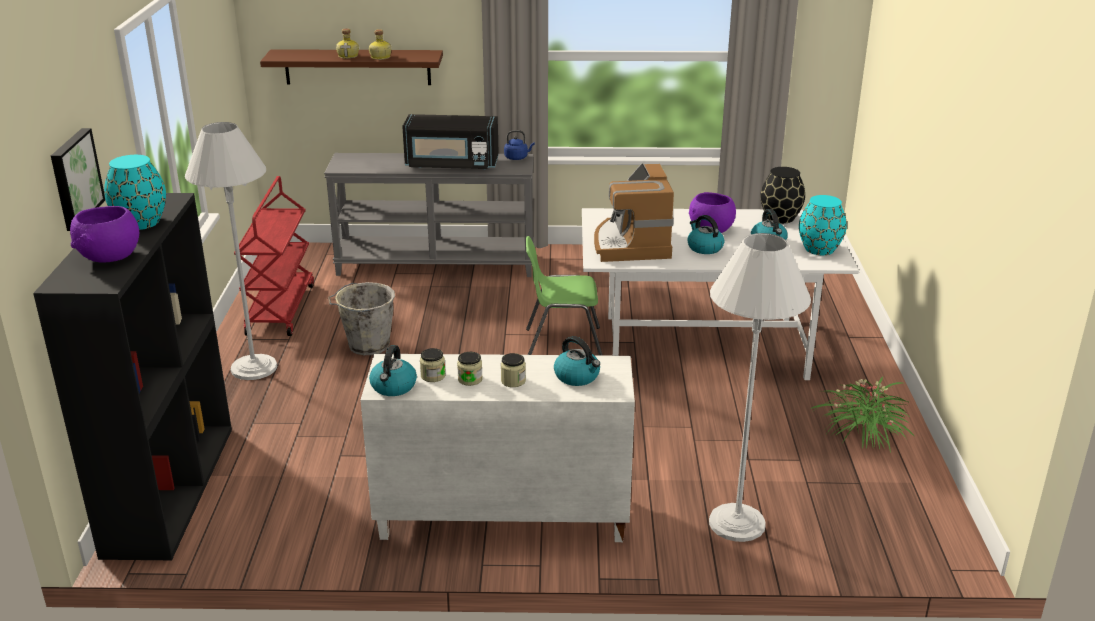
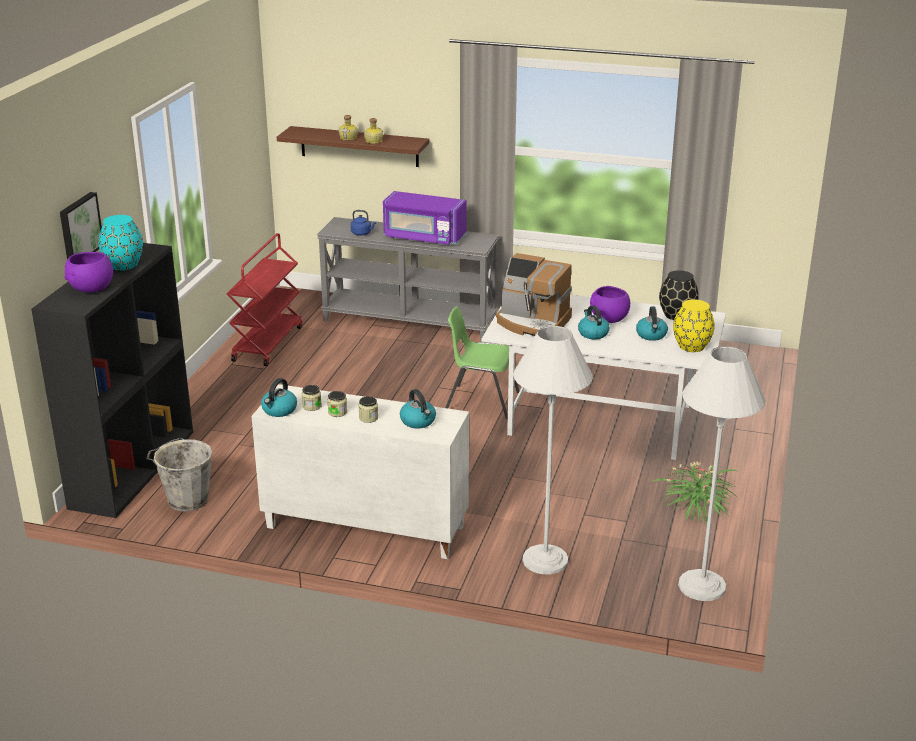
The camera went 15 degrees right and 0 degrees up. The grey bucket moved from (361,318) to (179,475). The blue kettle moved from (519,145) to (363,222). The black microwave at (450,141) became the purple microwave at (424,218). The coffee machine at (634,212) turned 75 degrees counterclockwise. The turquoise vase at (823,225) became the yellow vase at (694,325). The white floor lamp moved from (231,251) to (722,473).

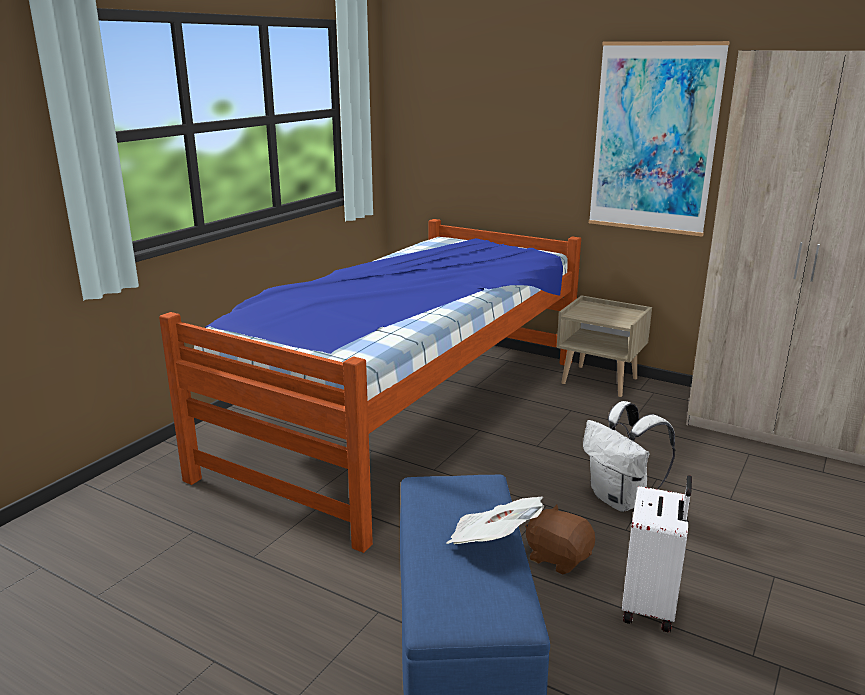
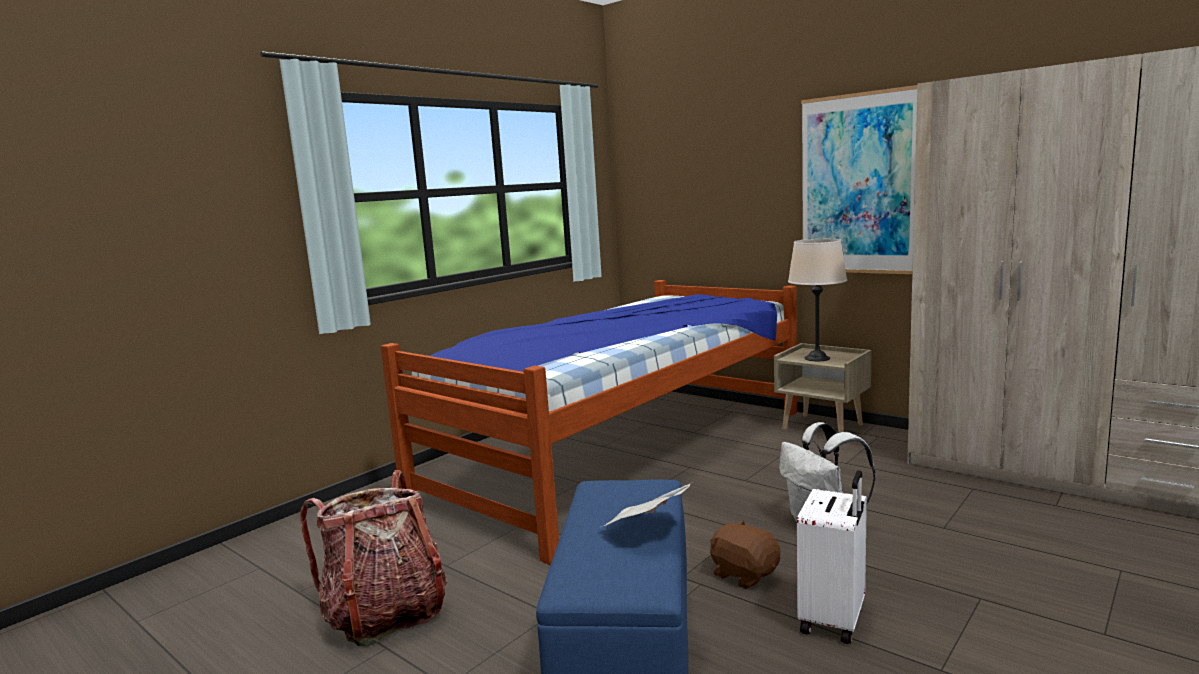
The camera went 10 degrees right and 10 degrees down. The backpack at (374,558) appeared. The beige table lamp at (817,300) appeared.

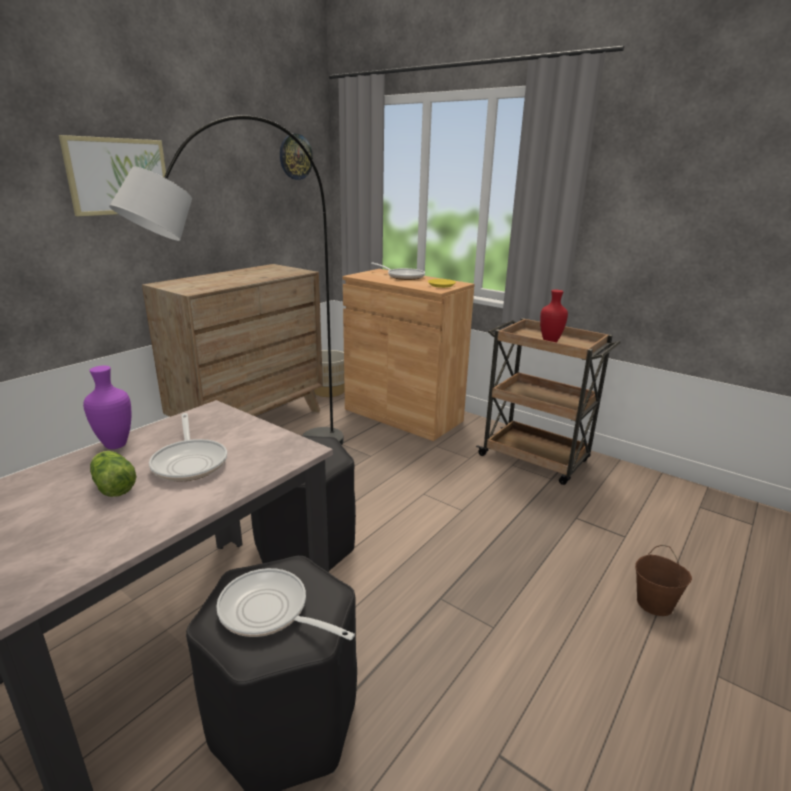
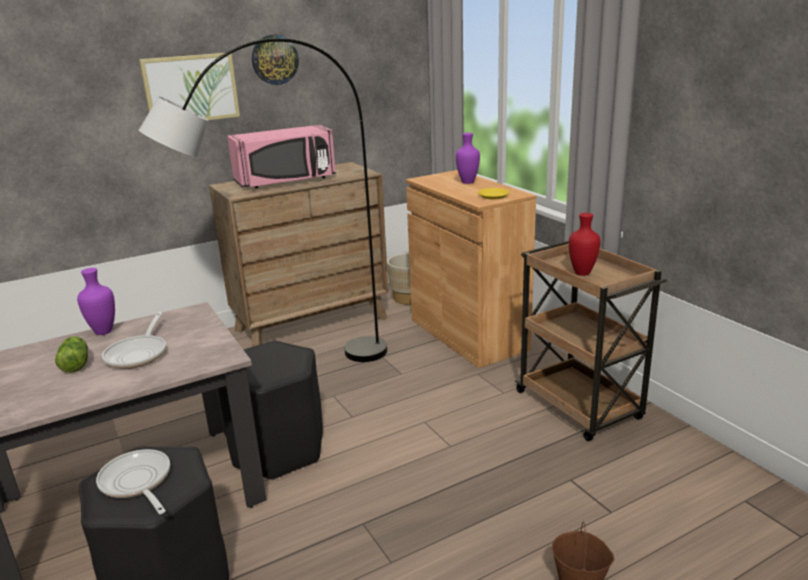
The camera went 25 degrees right and 0 degrees up. The pink microwave at (281,156) appeared. The wall clock moved from (296,157) to (275,59). The frying pan at (398,271) was replaced by the purple vase at (468,158).

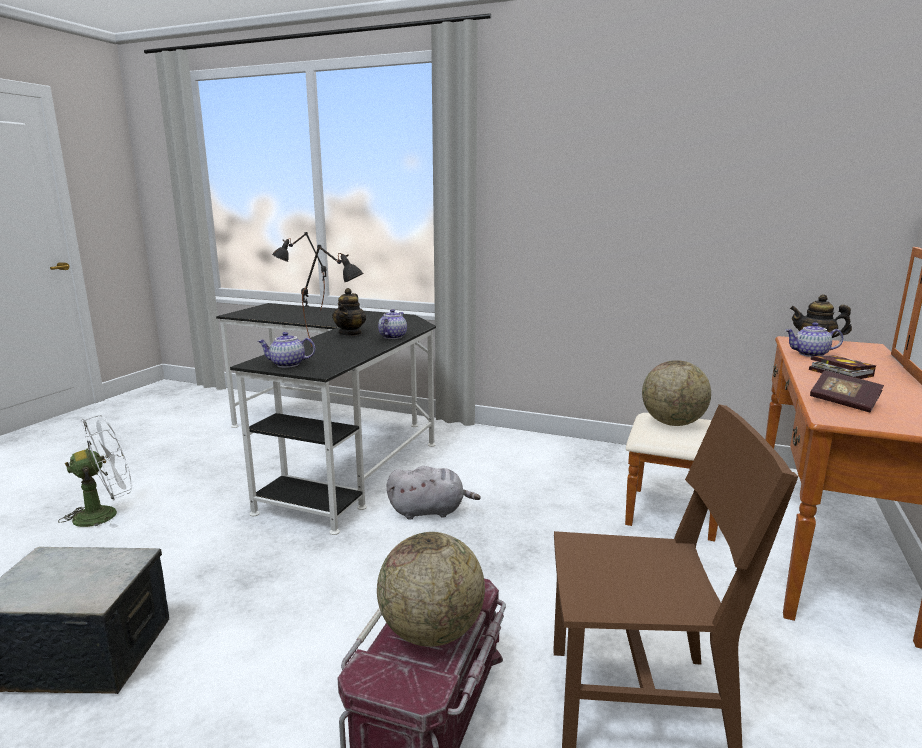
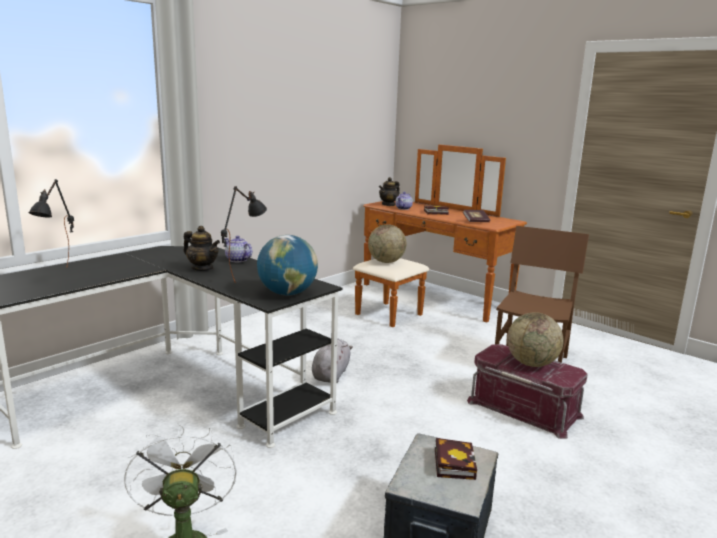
The camera went 70 degrees left and 0 degrees up. The teapot at (286,350) was replaced by the globe at (287,265). The book at (456,459) appeared.

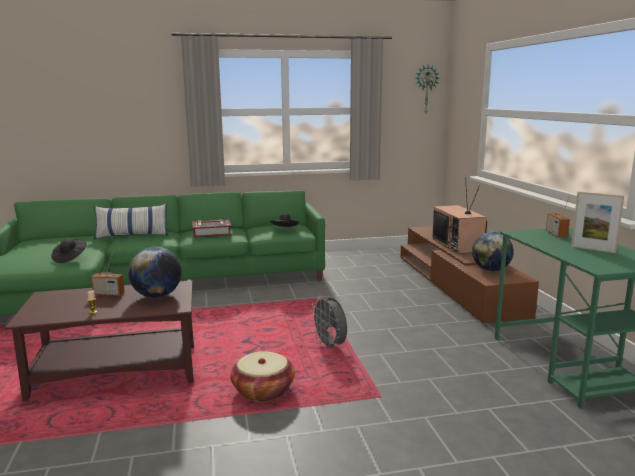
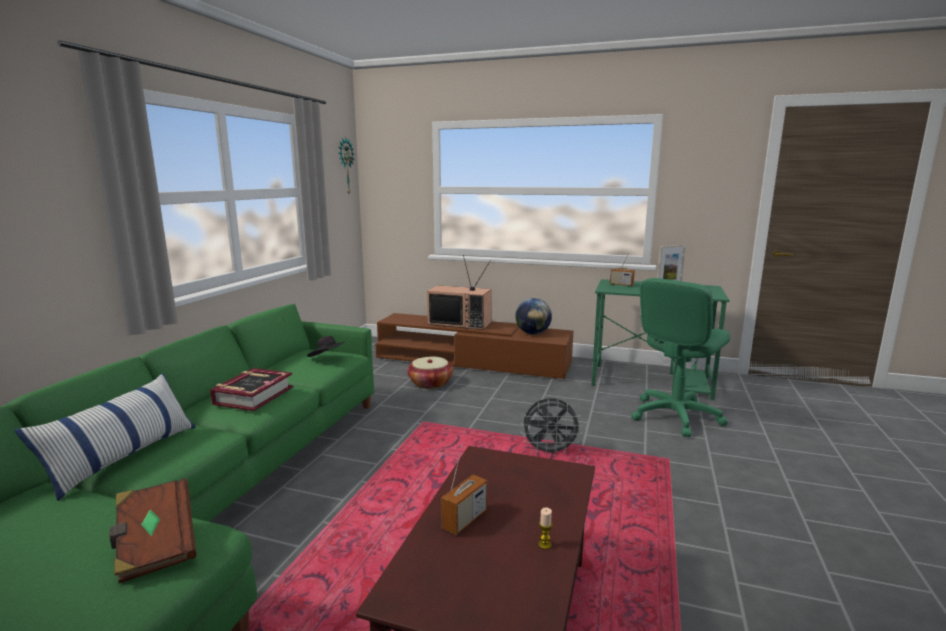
The camera went 60 degrees left and 0 degrees up. The black hat at (69,250) was replaced by the brown book at (152,530). The basket moved from (262,376) to (430,373). The green office chair at (680,357) appeared. The globe at (155,272) disappeared.

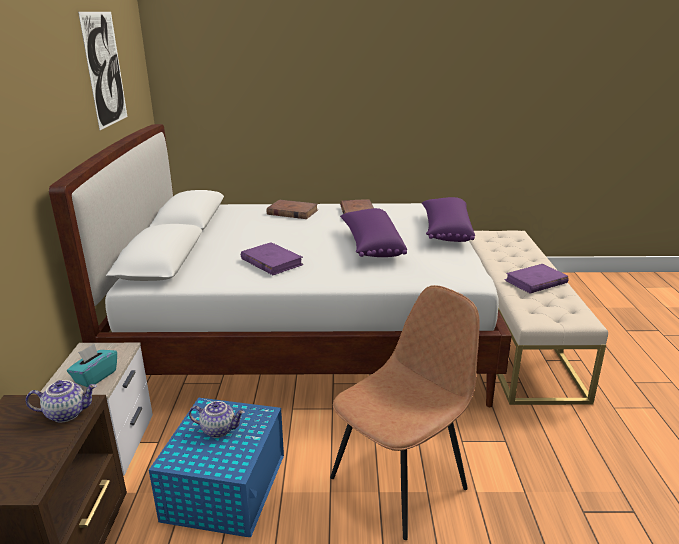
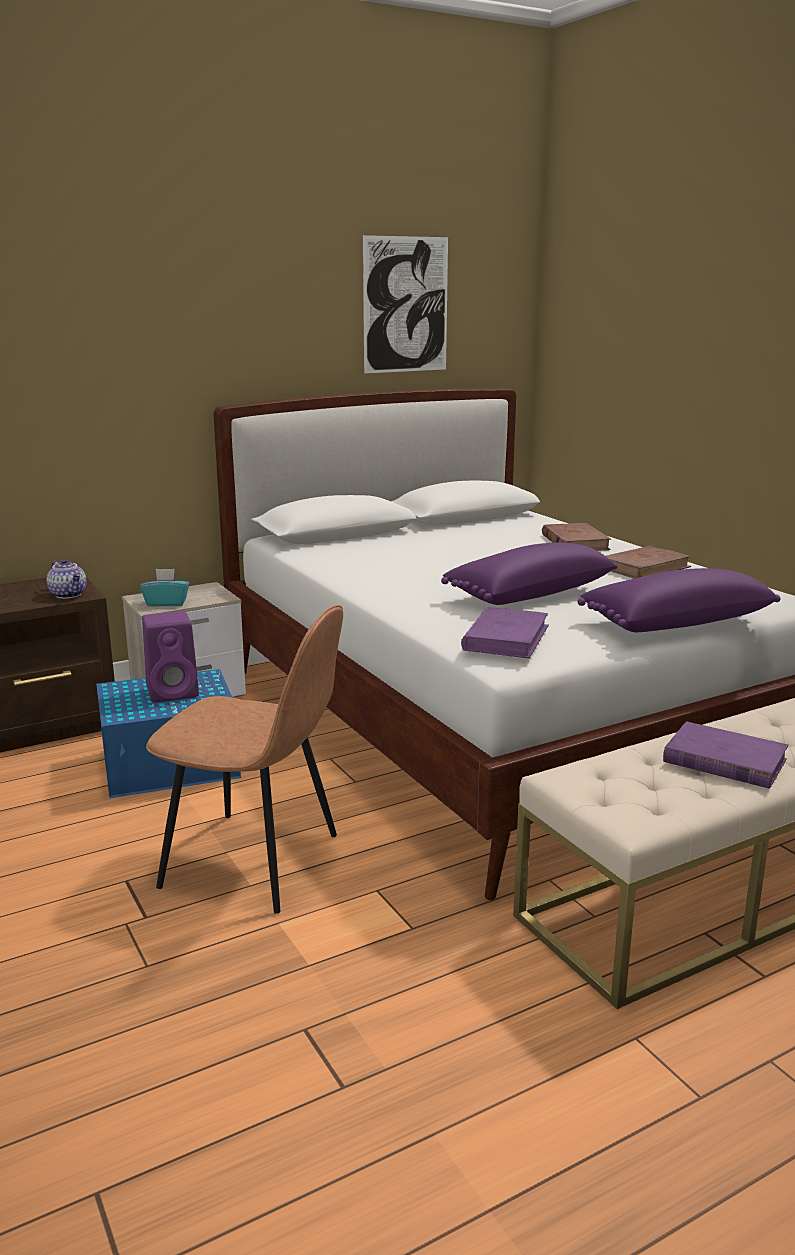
The camera went 60 degrees right and 5 degrees down. The teapot at (217,419) was replaced by the purple speaker at (170,657). The purple book moved from (272,258) to (505,632).

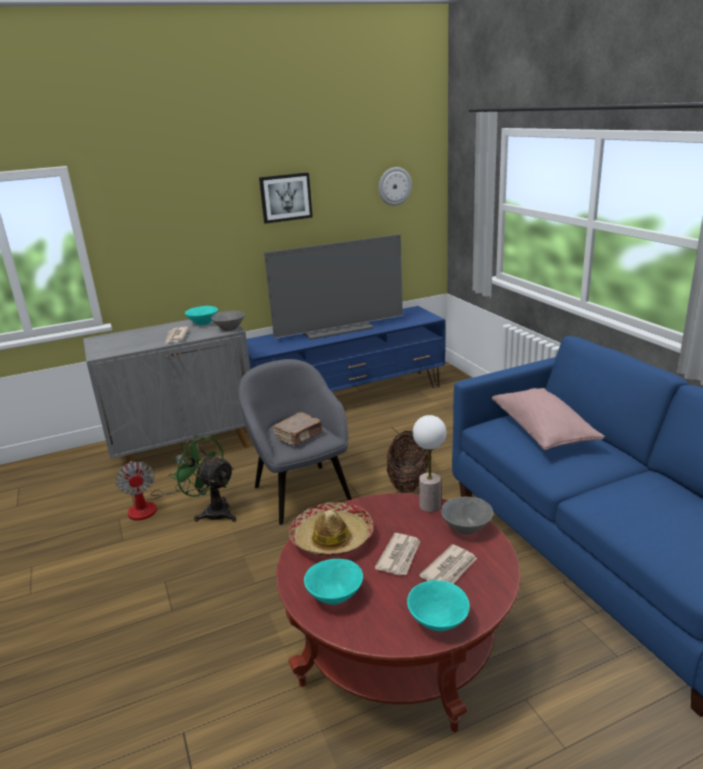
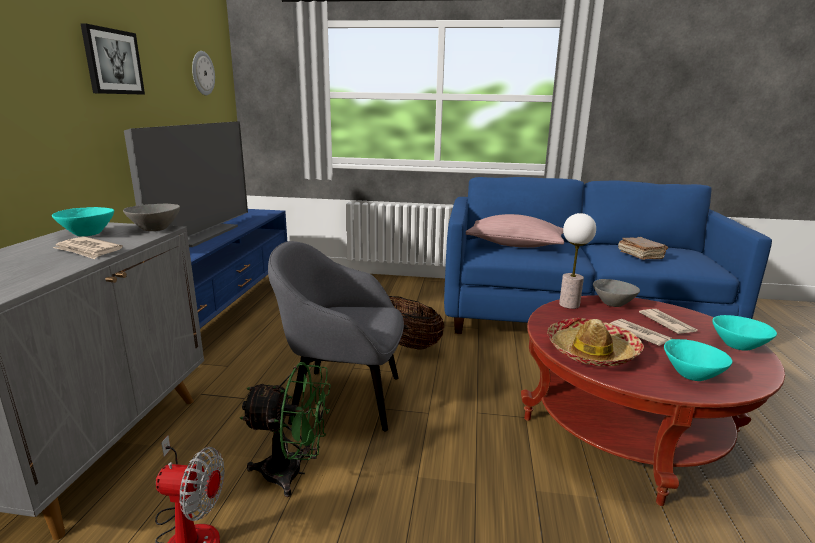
The camera went 60 degrees left and 5 degrees down. The green fan at (202,478) turned 150 degrees counterclockwise. The brown book moved from (298,429) to (643,248).

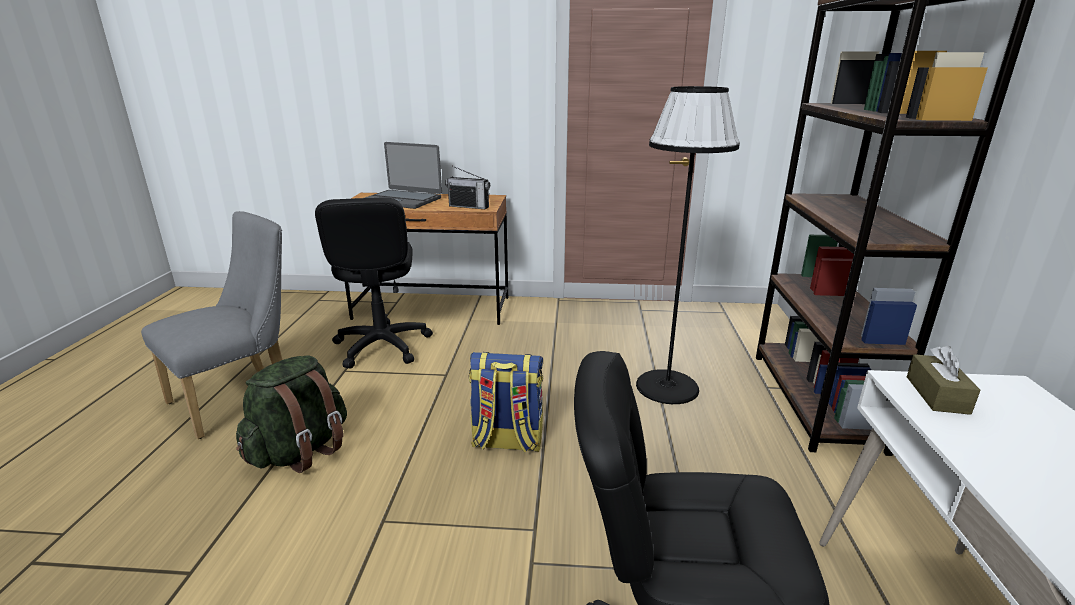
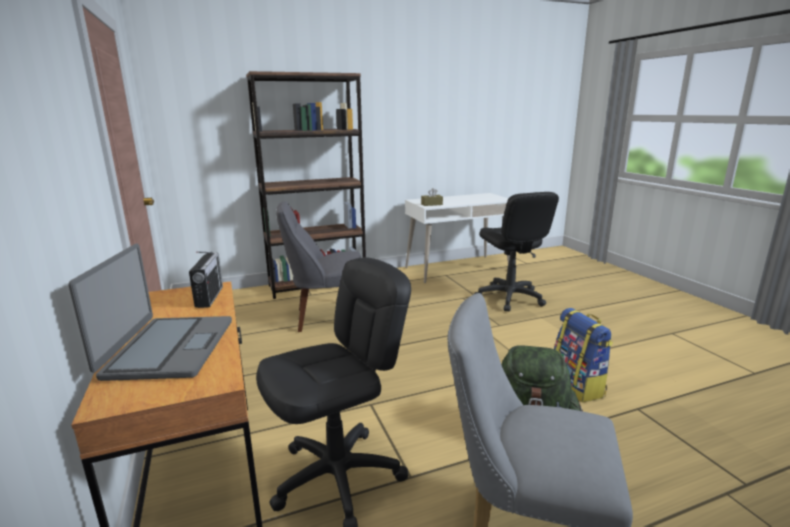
The camera went 115 degrees left and 5 degrees down. The black floor lamp at (688,245) was replaced by the grey chair at (318,266). The backpack moved from (506,402) to (583,355).

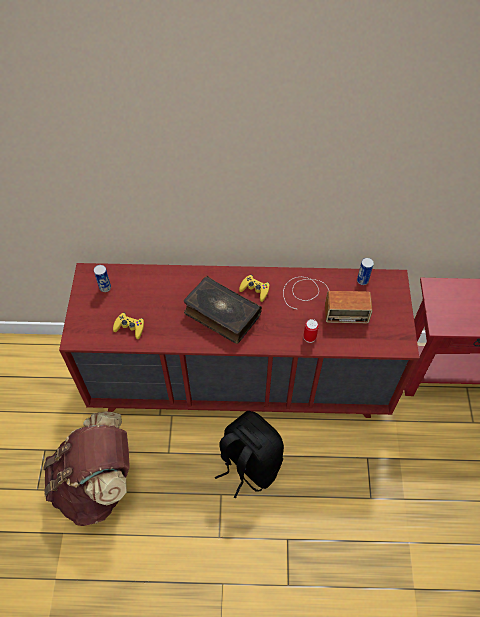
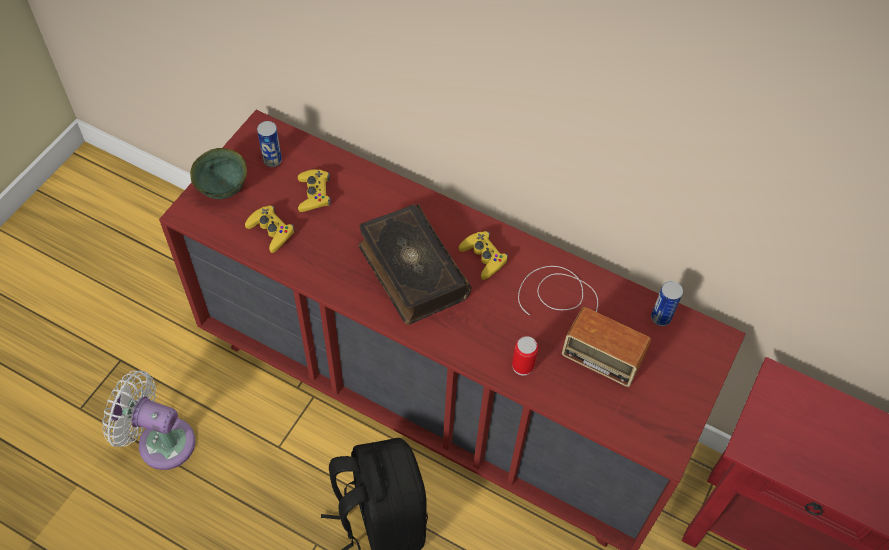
The camera went 25 degrees right and 0 degrees up. The brown backpack at (86,469) was replaced by the white fan at (148,420). The green bowl at (218,173) appeared. The yellow game controller at (314,190) appeared.

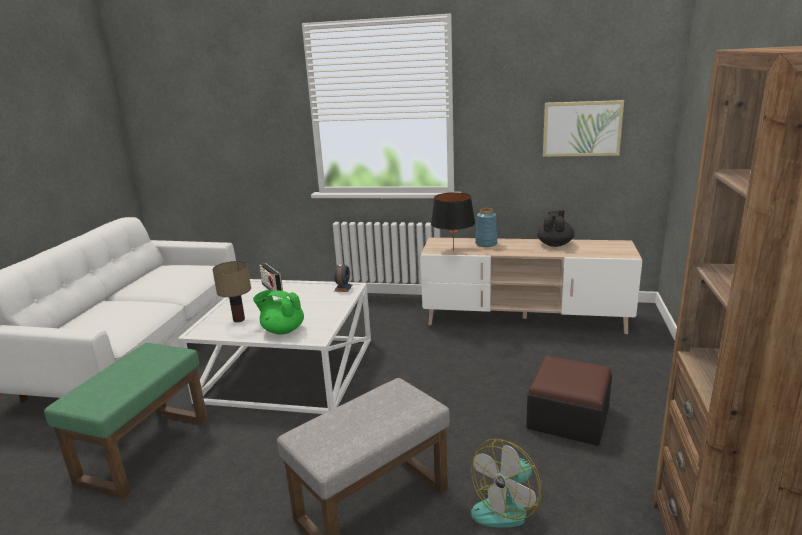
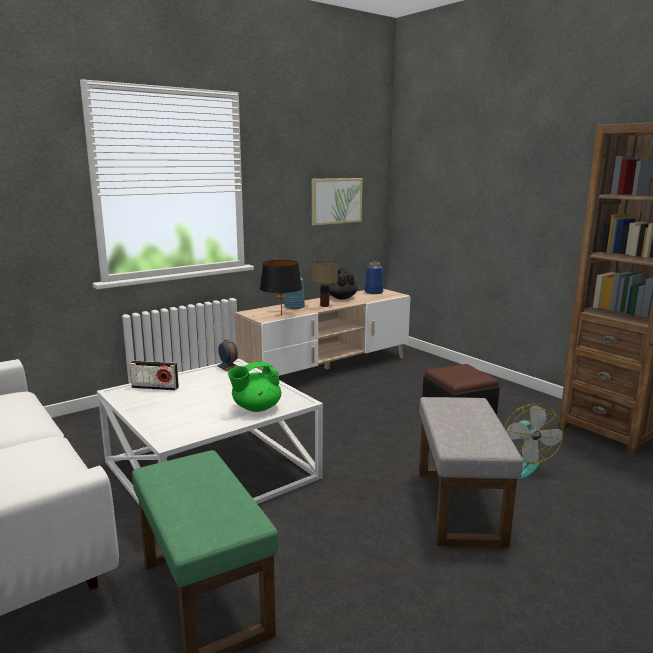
The camera went 50 degrees left and 5 degrees down. The table lamp moved from (231,291) to (325,284). The blue vase at (374,278) appeared.

